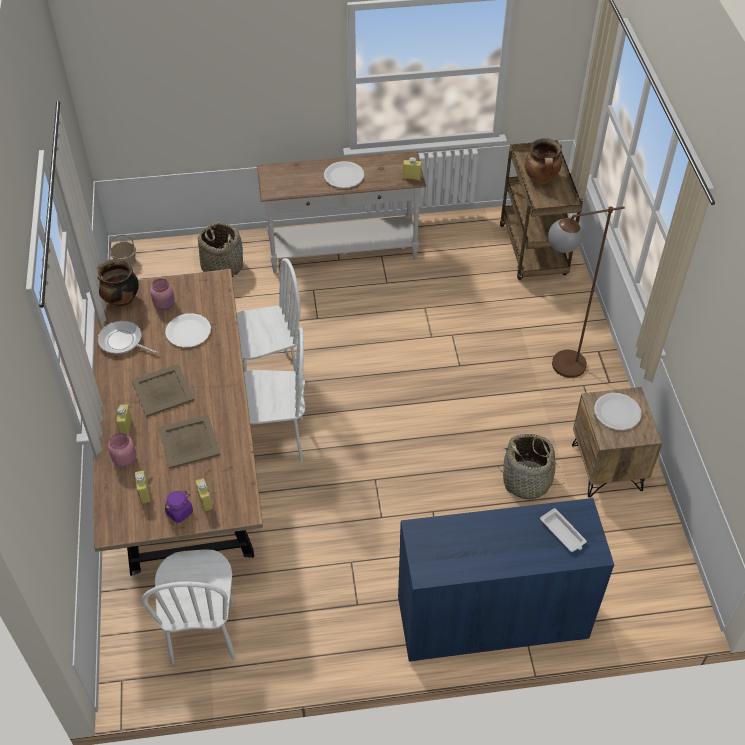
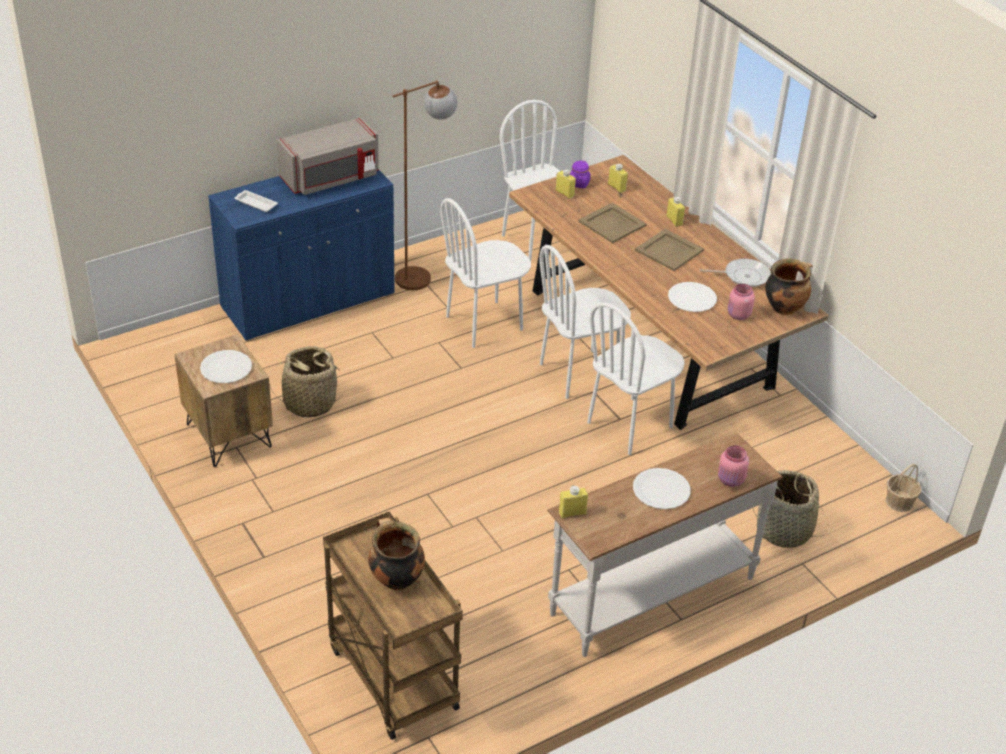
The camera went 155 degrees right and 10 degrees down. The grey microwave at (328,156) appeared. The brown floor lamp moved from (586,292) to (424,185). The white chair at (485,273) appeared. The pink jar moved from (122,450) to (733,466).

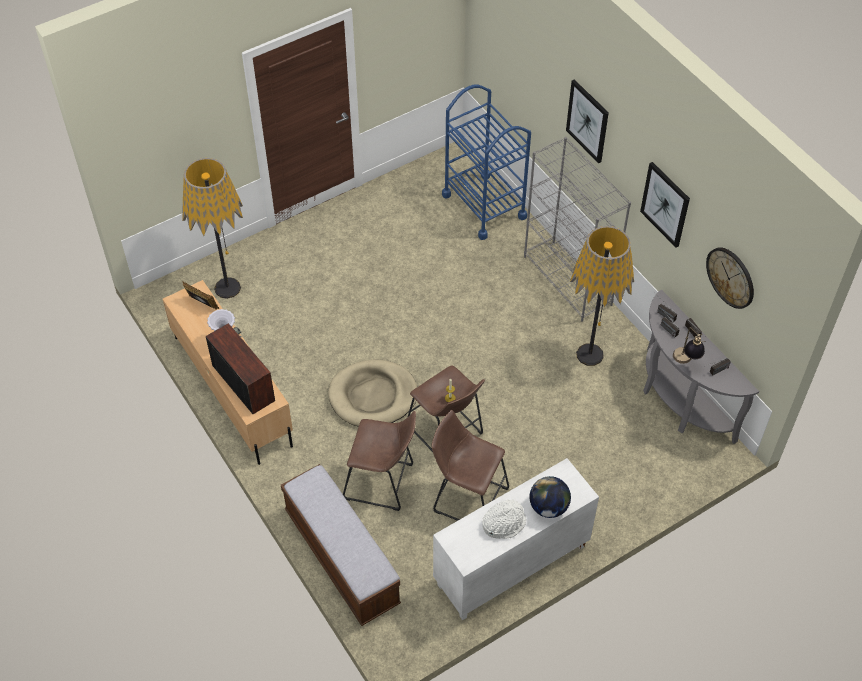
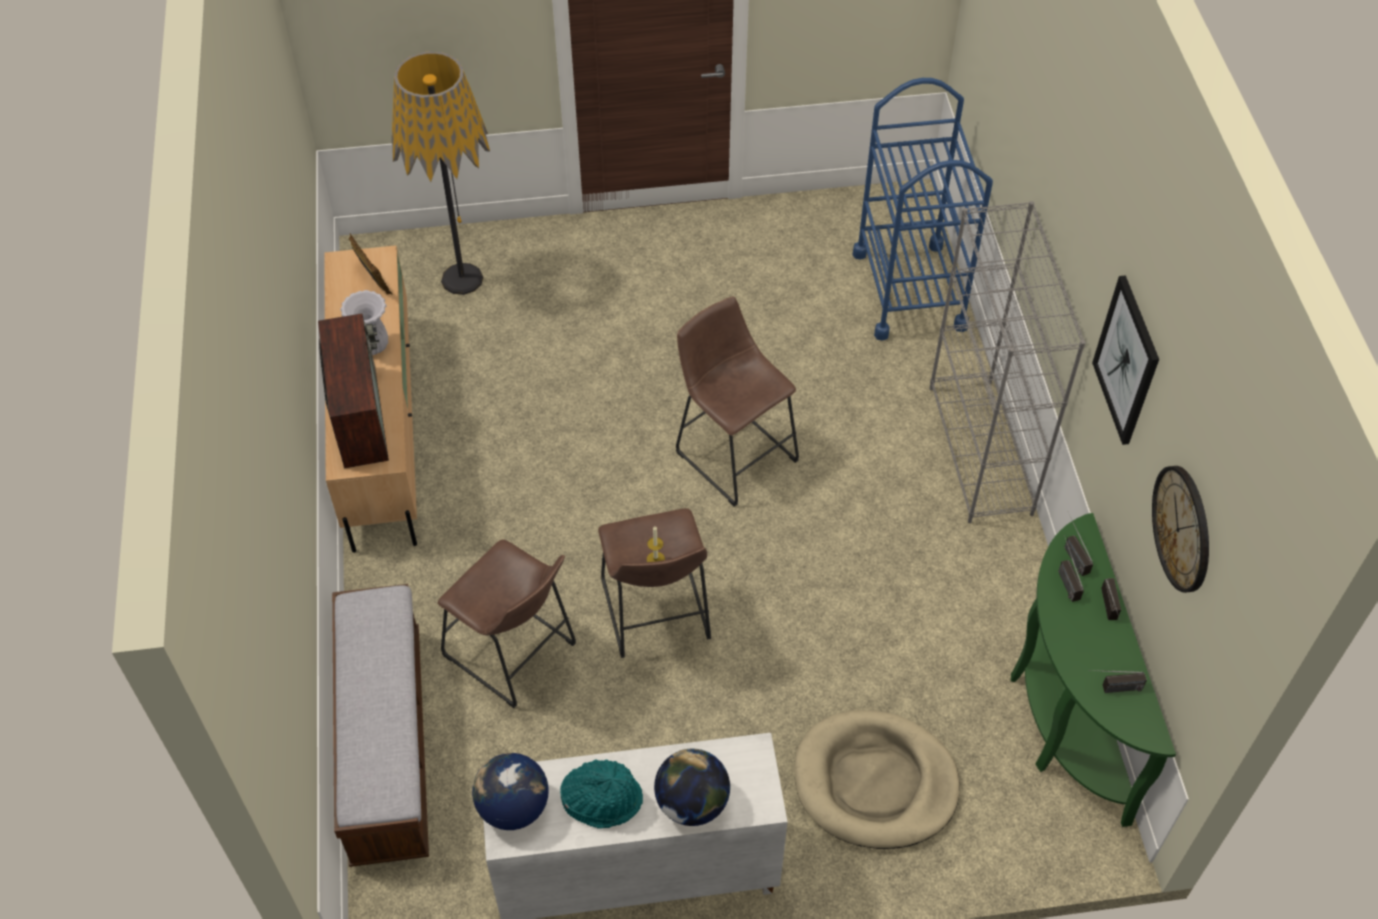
The camera went 25 degrees right and 0 degrees up. The globe at (510,791) appeared. The white hat at (504,519) became the turquoise hat at (601,794). The brown stool moved from (470,465) to (737,401). The beige dog bed moved from (372,393) to (877,779). The grey console table at (701,367) became the green console table at (1093,670). The picture at (587,121) disappeared. The floor lamp at (602,296) disappeared. The table lamp at (689,345) disappeared.

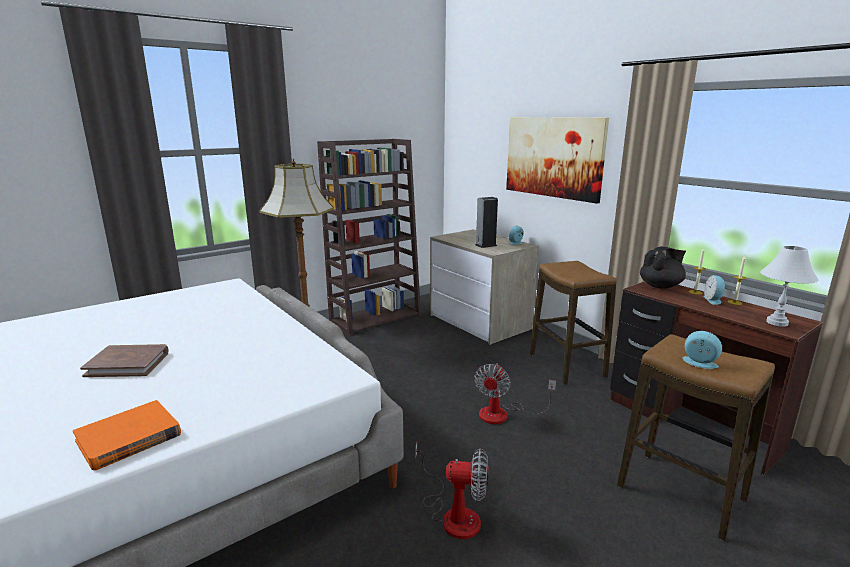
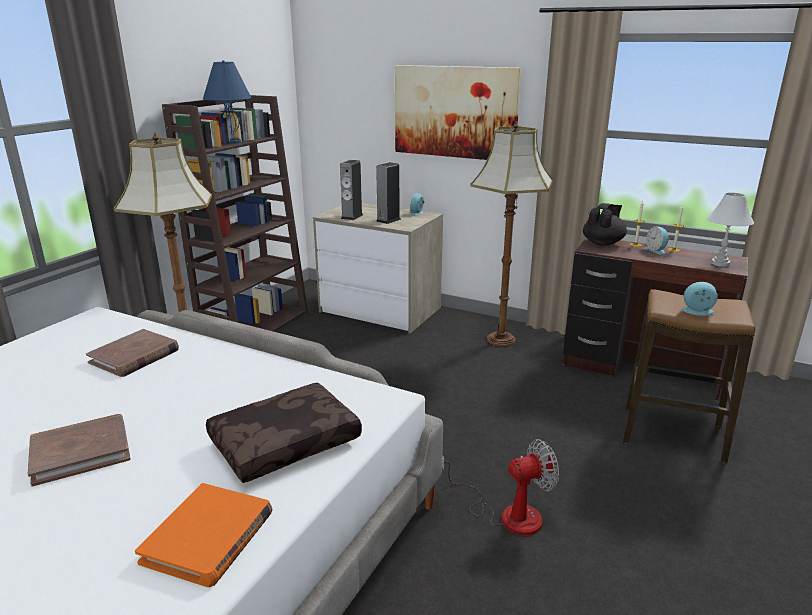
The camera went 25 degrees left and 5 degrees up. The brown book at (132,353) appeared. The blue table lamp at (227,102) appeared. The brown pillow at (284,433) appeared. The speaker at (351,190) appeared. The stool at (573,323) was replaced by the floor lamp at (511,234). The fan at (515,393) disappeared.

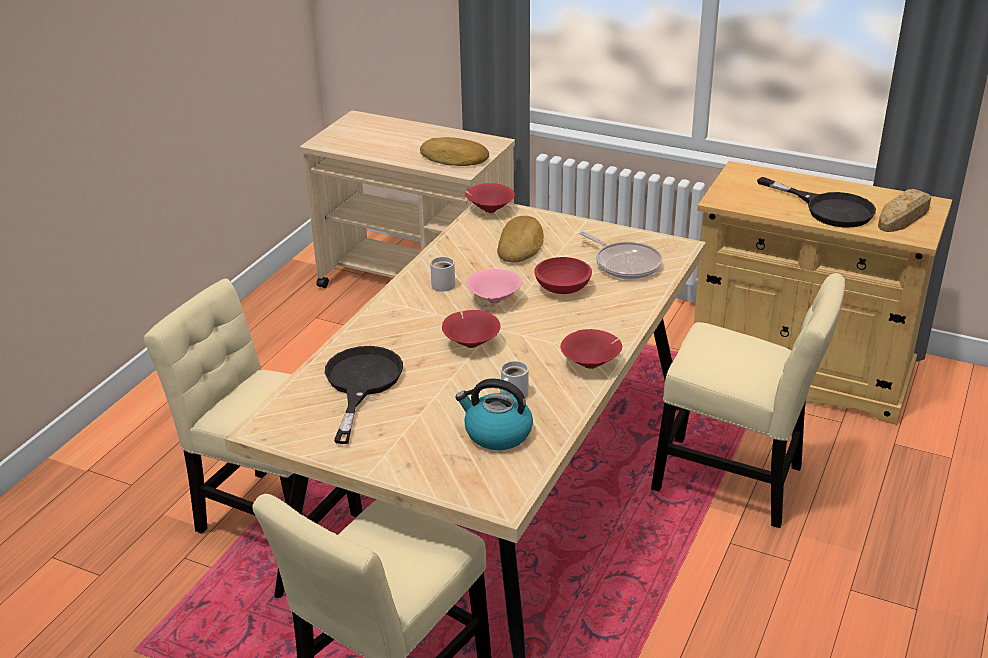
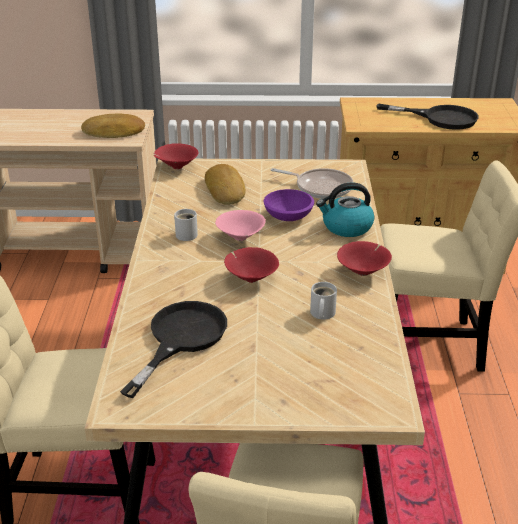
The camera went 25 degrees left and 0 degrees up. The black frying pan at (364,395) turned 45 degrees clockwise. The red bowl at (563,275) became the purple bowl at (288,205). The kettle moved from (494,414) to (345,210). The bread at (904,210) disappeared.

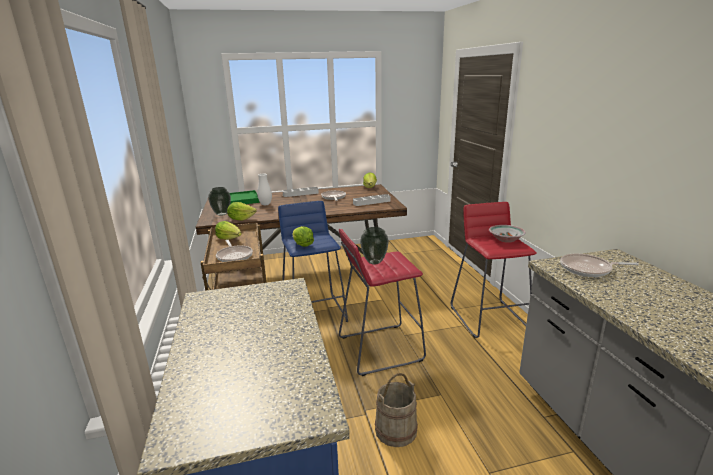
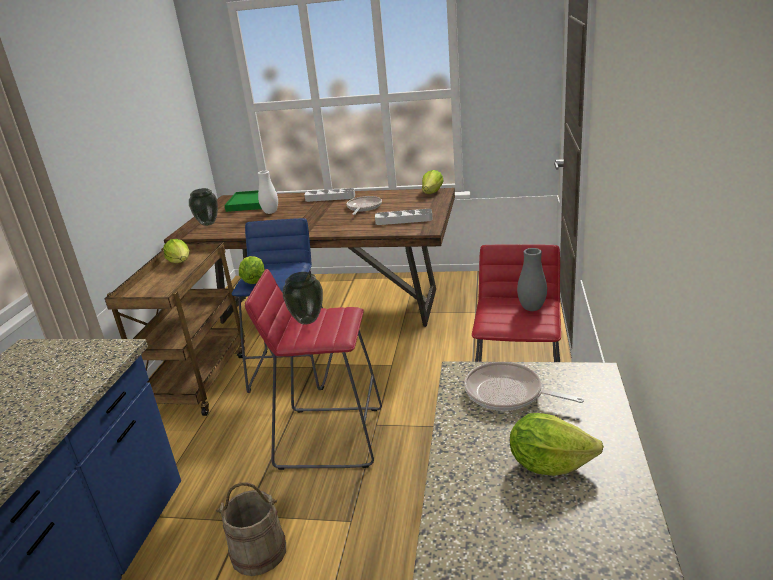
The camera went 25 degrees right and 5 degrees up. The lettuce moved from (242,211) to (557,444). The bowl at (507,234) was replaced by the grey vase at (532,279). The frying pan at (234,251) disappeared.

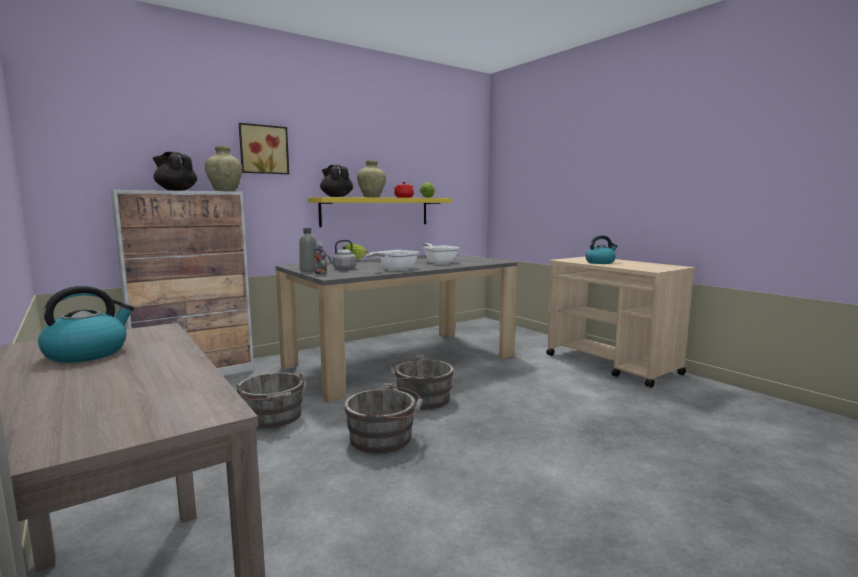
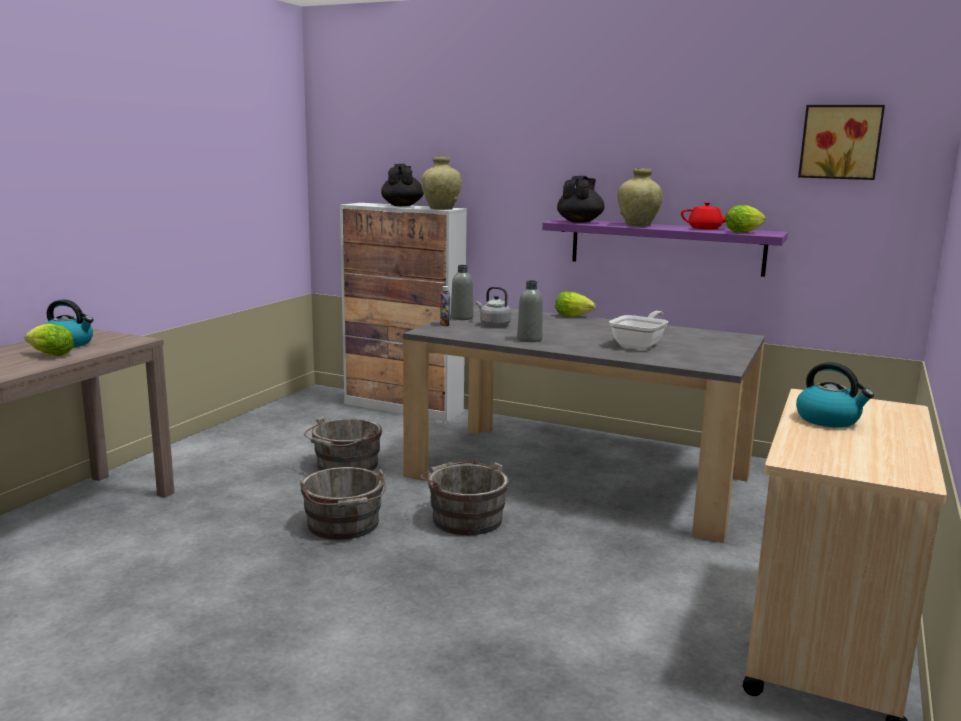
The camera went 60 degrees right and 5 degrees up. The lettuce at (49,339) appeared. The frying pan at (392,260) was replaced by the grey bottle at (530,311). The yellow shelf at (380,212) became the purple shelf at (665,248). The picture moved from (264,148) to (841,142).

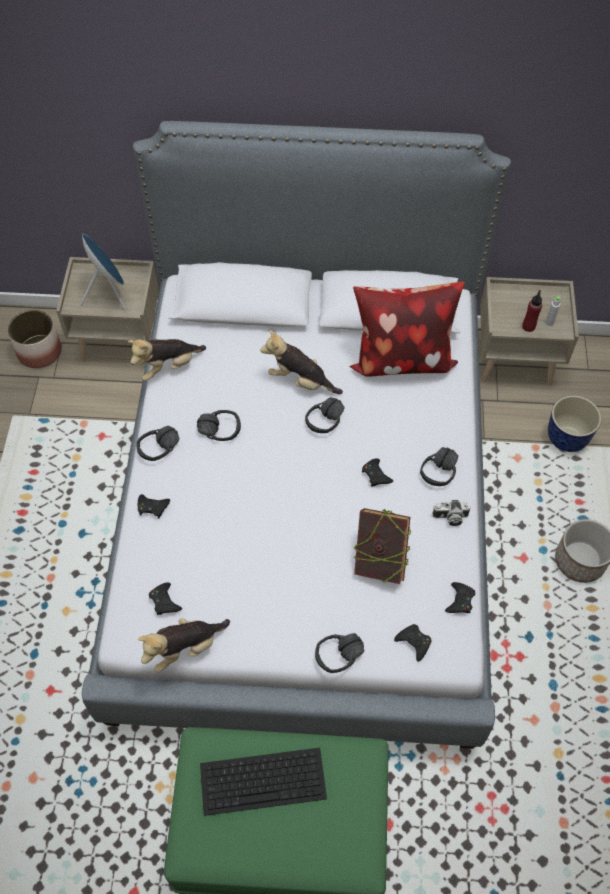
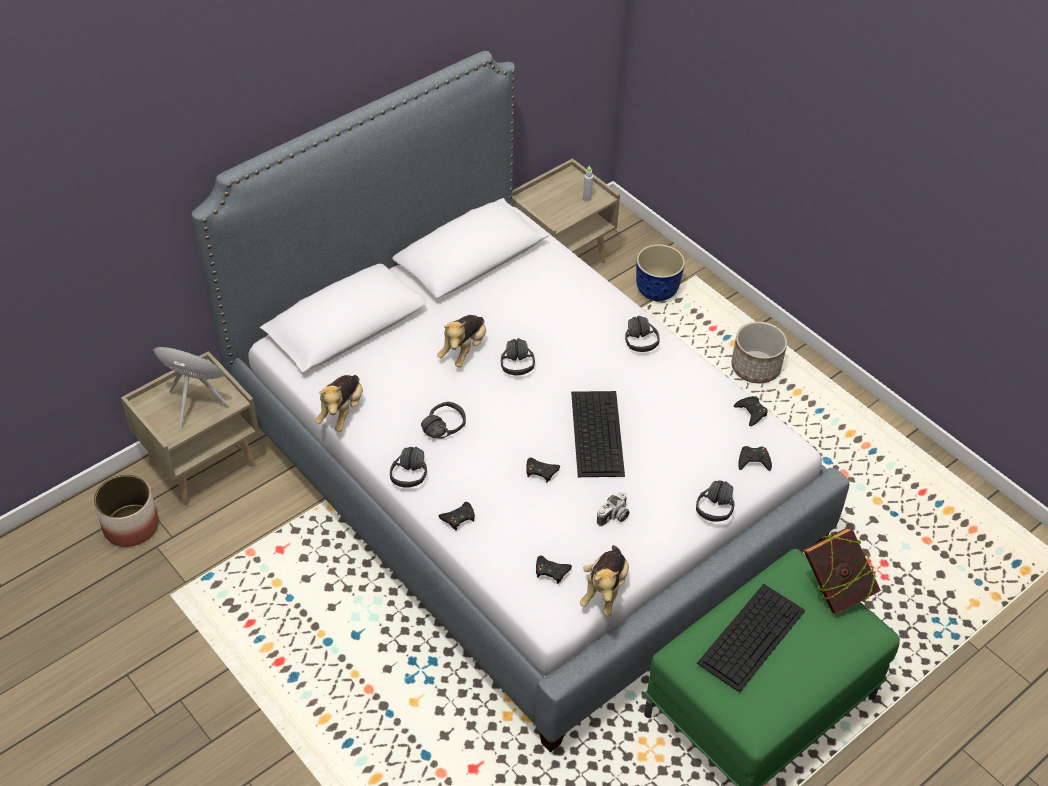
The camera went 45 degrees left and 10 degrees down. The plush toy at (301,362) turned 45 degrees counterclockwise. The black game controller moved from (377,473) to (543,470). The keyboard at (598,434) appeared. The photo camera moved from (451,513) to (613,509). The book moved from (382,546) to (842,570). The pillow at (407,329) disappeared. The red bottle at (532,311) disappeared.

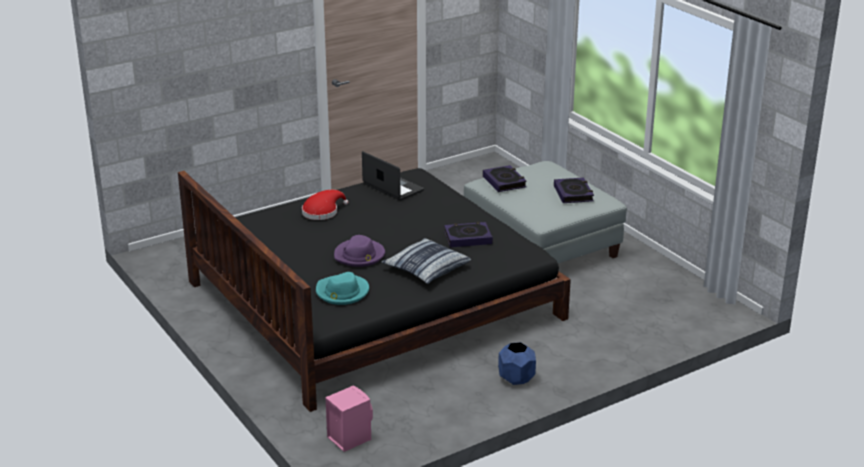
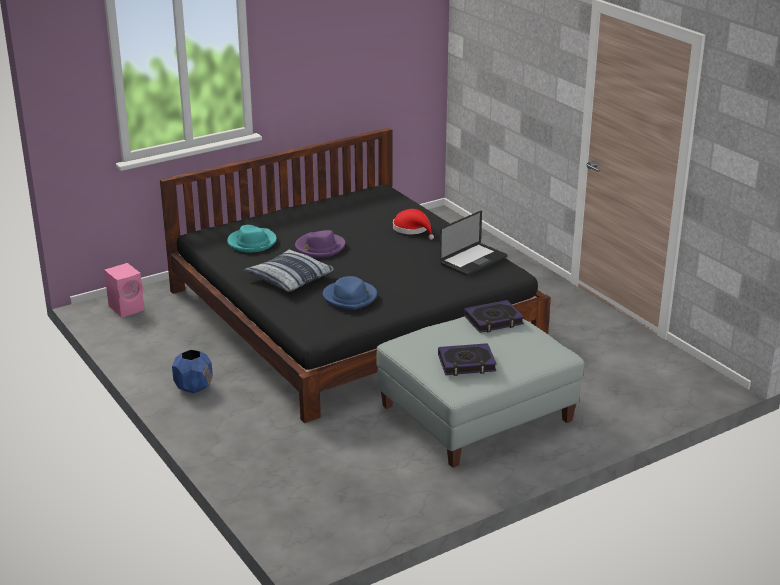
The camera went 90 degrees right and 0 degrees up. The book at (468,234) was replaced by the blue hat at (350,293).

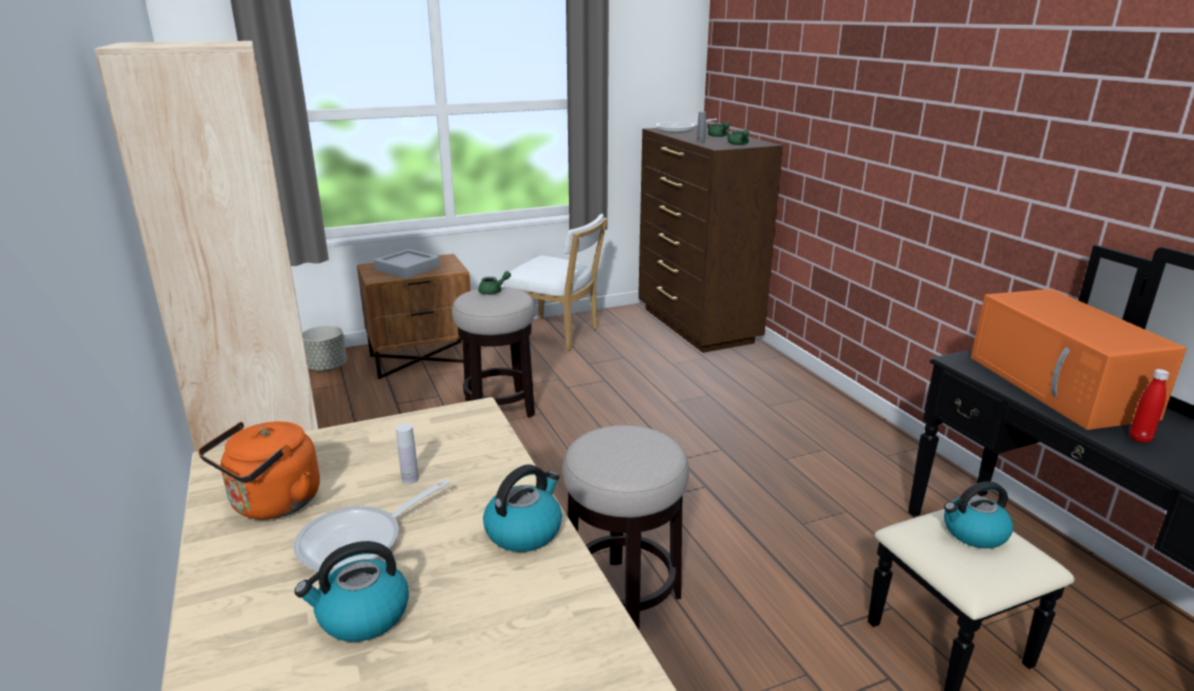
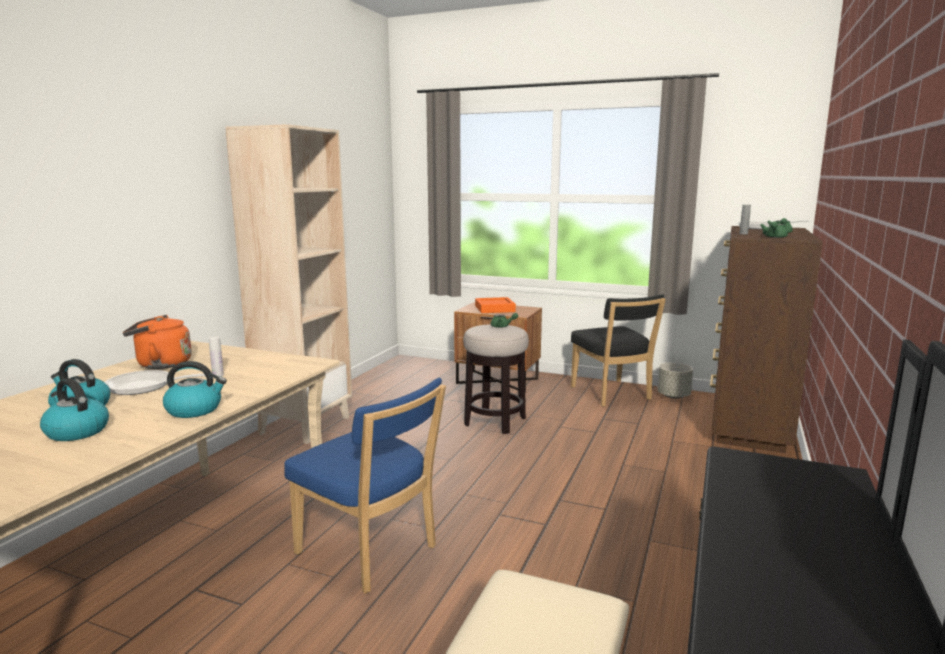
The camera went 45 degrees right and 10 degrees down. The kettle moved from (978,515) to (74,409). The stool at (626,527) was replaced by the blue chair at (365,486). The grey tray at (407,264) became the orange tray at (495,305). The white chair at (555,282) became the black chair at (618,350). The grey planter moved from (324,348) to (675,380). The orange microwave at (1079,359) disappeared. The red bottle at (1149,406) disappeared.

